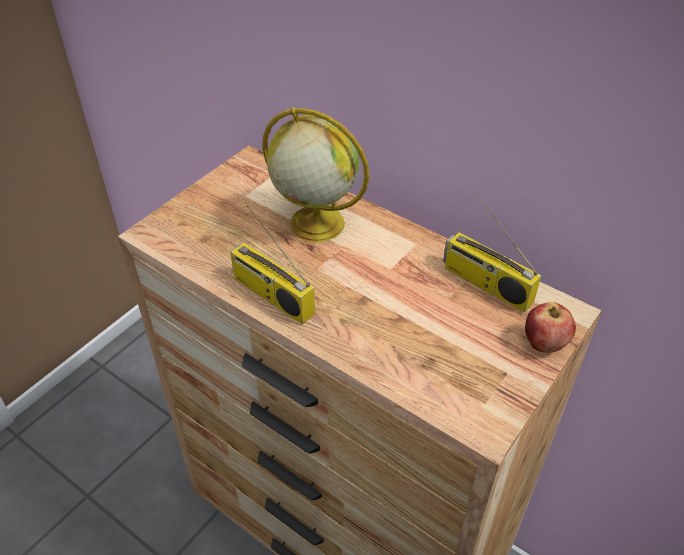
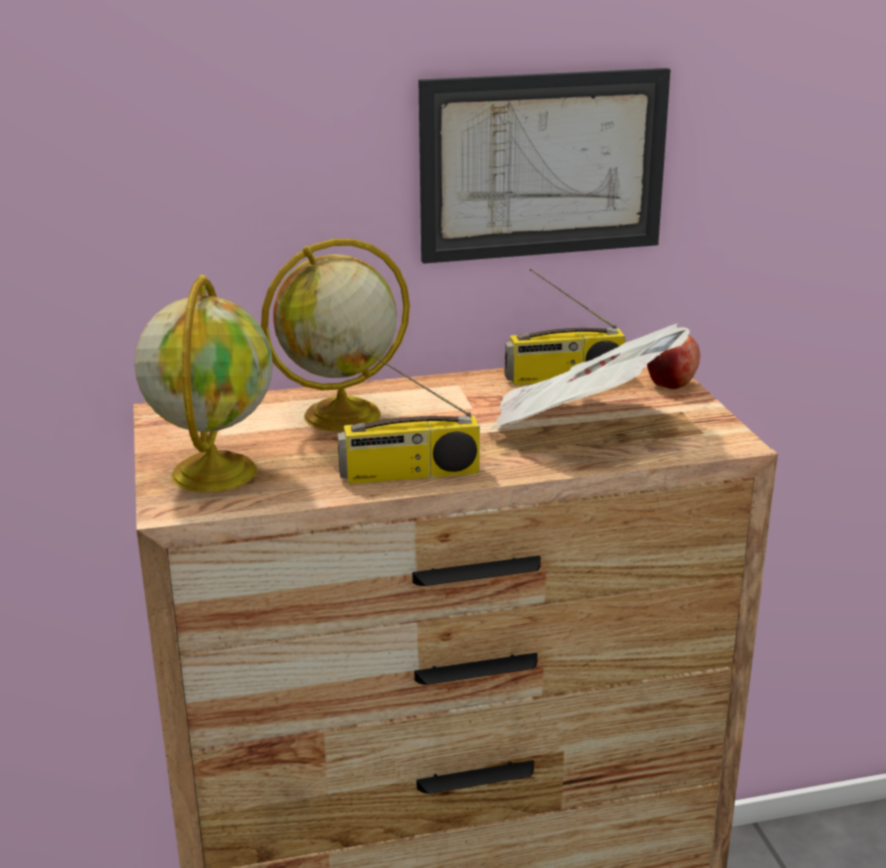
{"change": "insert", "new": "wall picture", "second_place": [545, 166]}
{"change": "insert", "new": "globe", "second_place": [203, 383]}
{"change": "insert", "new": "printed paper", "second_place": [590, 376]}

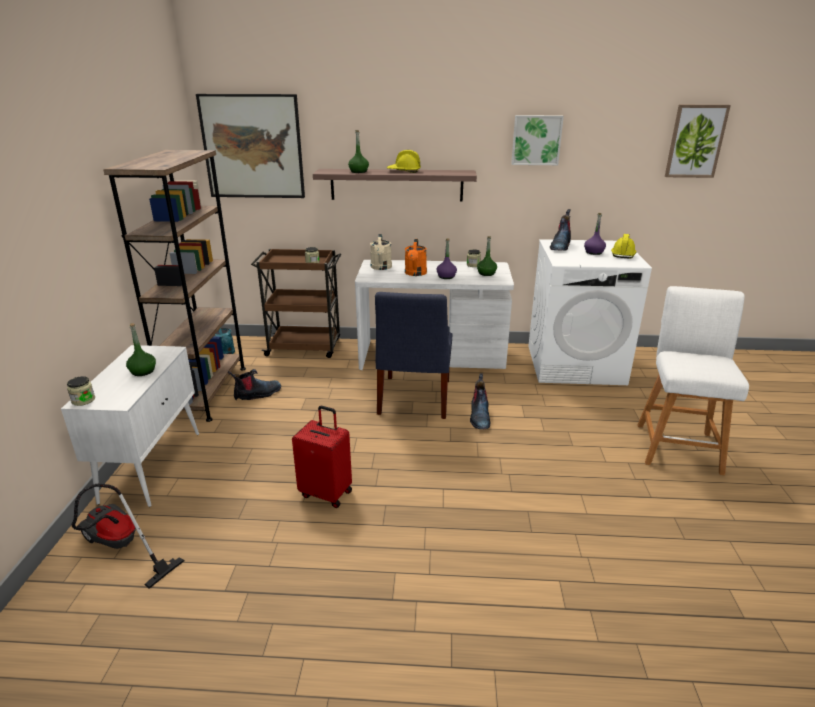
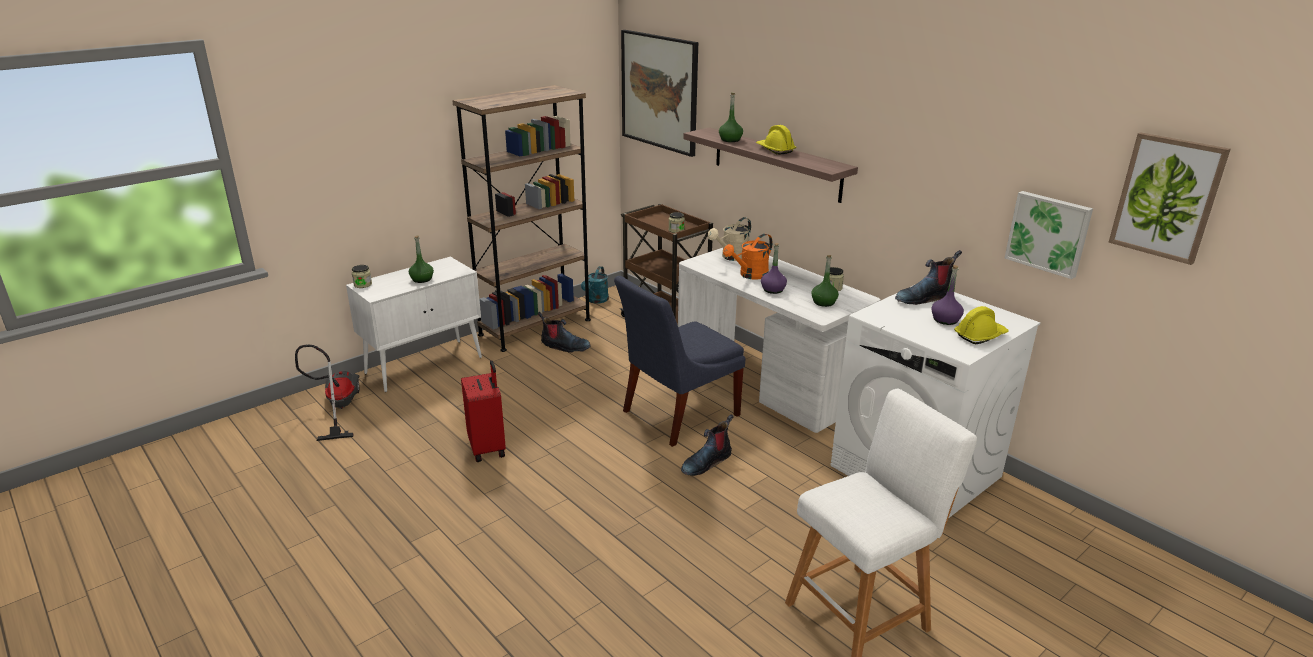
{"change": "move", "old": "wall picture", "first_place": [537, 140], "second_place": [1049, 235]}

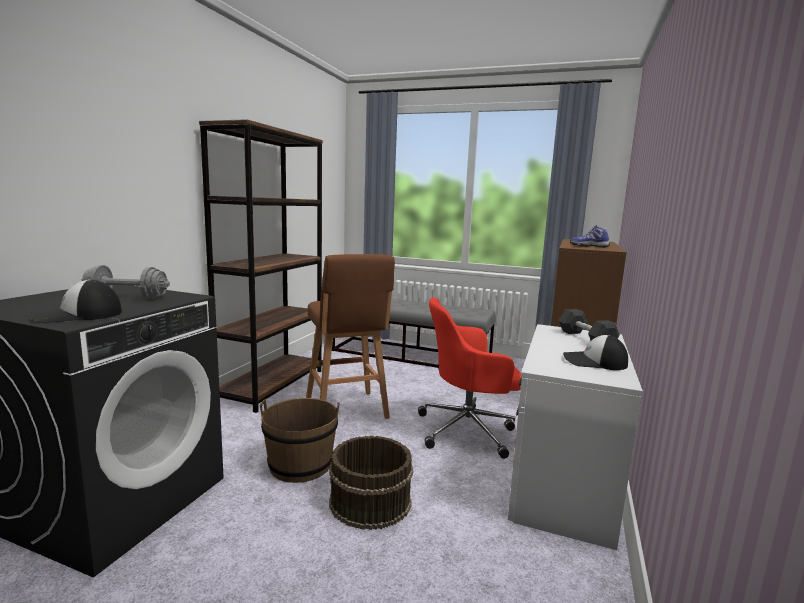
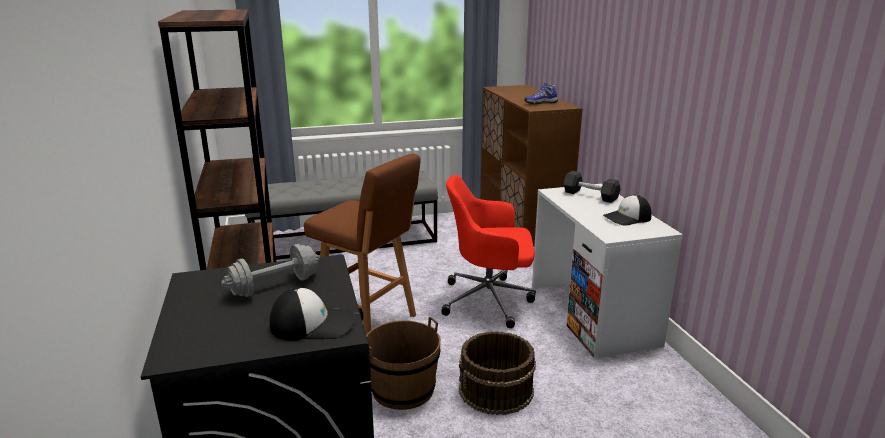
{"change": "rotate", "old": "peaked cap", "first_place": [76, 301], "second_place": [312, 314], "degrees": -120}
{"change": "rotate", "old": "red-coloured computer chair", "first_place": [469, 378], "second_place": [488, 251], "degrees": 45}

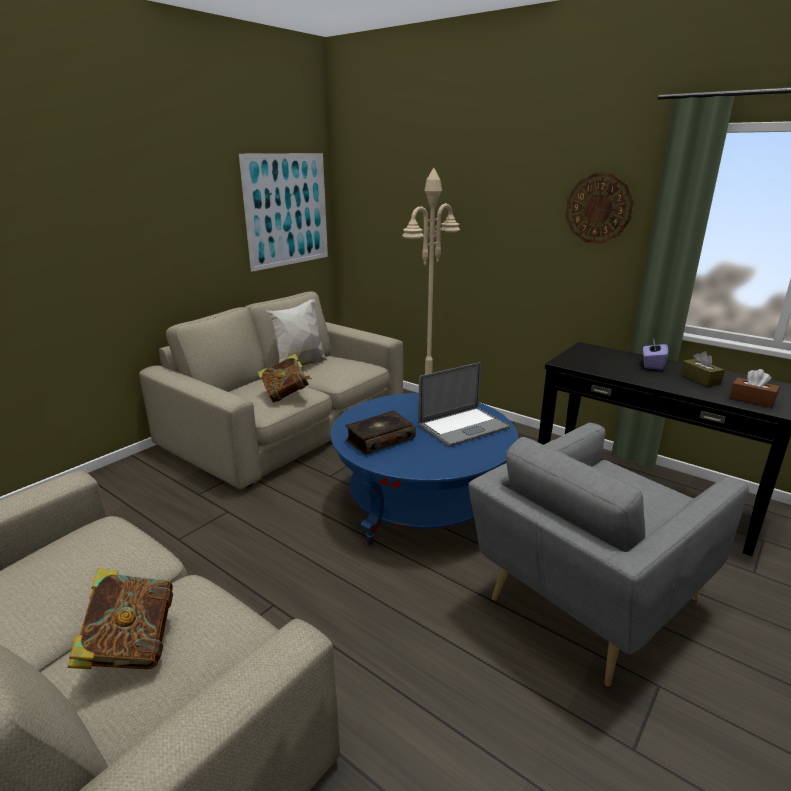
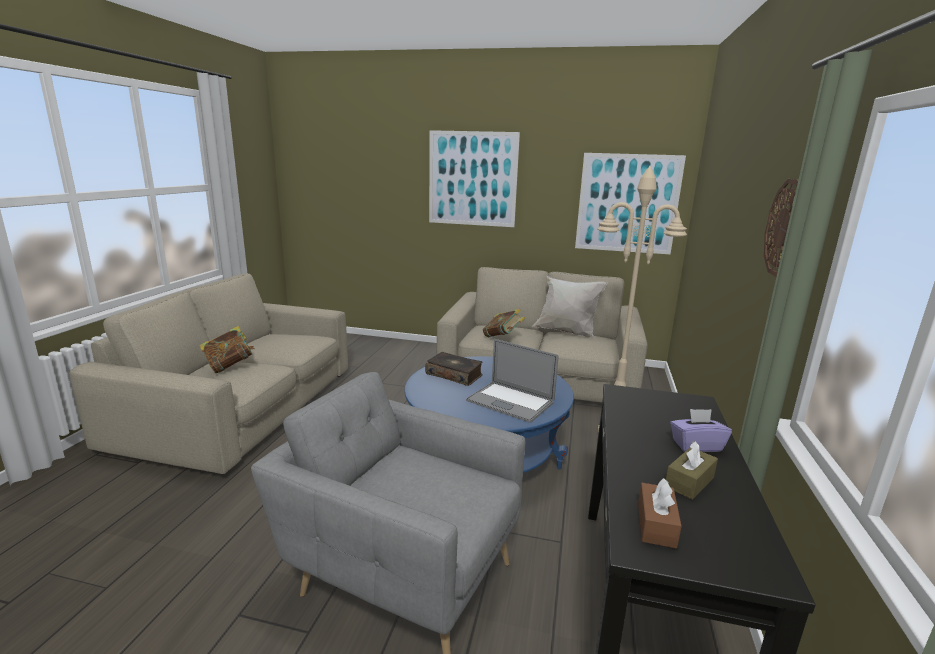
{"change": "insert", "new": "wall picture", "second_place": [474, 178]}

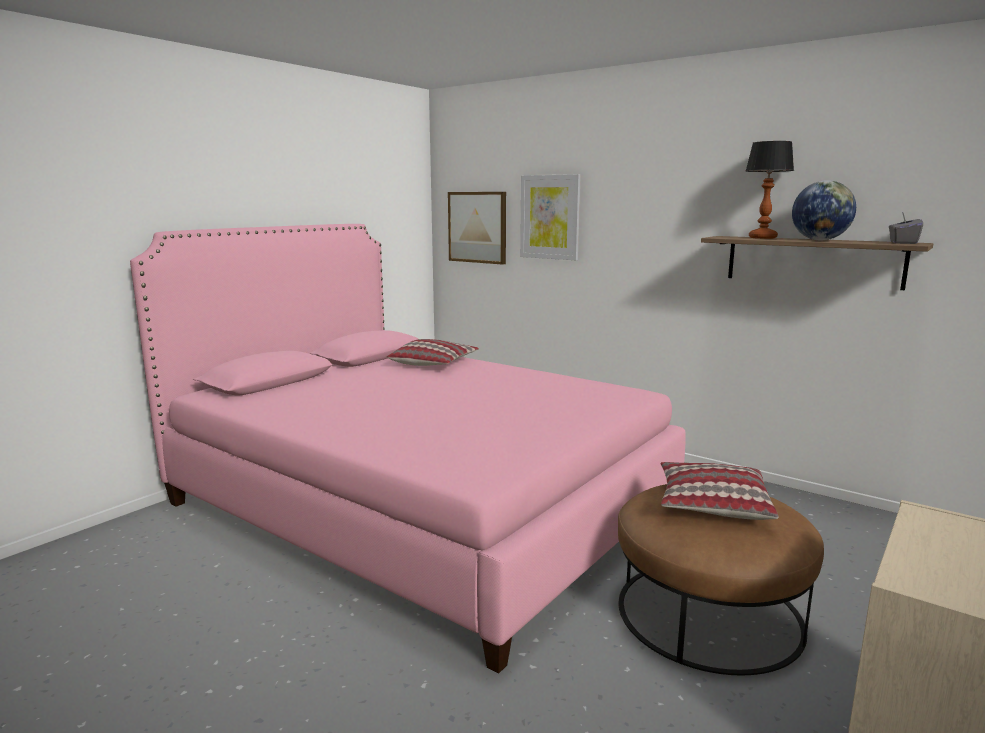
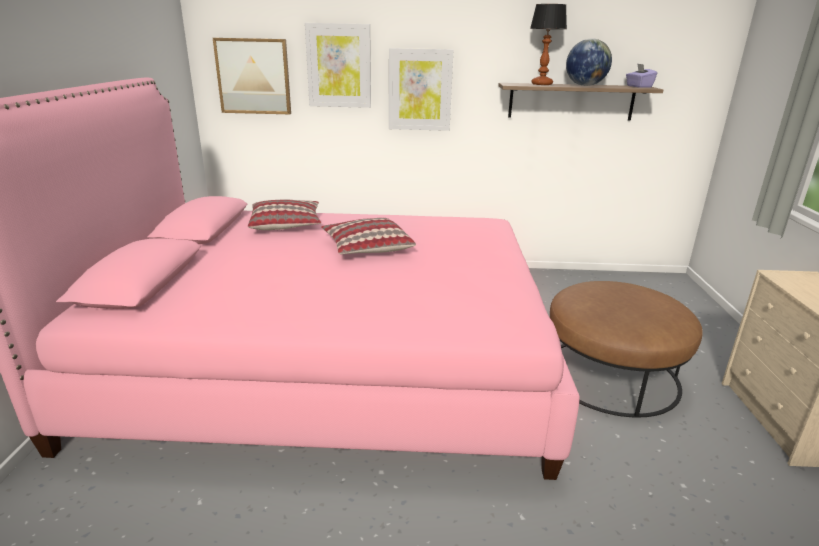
{"change": "recolor", "old": "greyish tissue box", "new": "purplish tissue box", "first_place": [906, 228], "second_place": [641, 75]}
{"change": "move", "old": "cushion", "first_place": [719, 491], "second_place": [368, 236]}
{"change": "insert", "new": "wall picture", "second_place": [421, 89]}

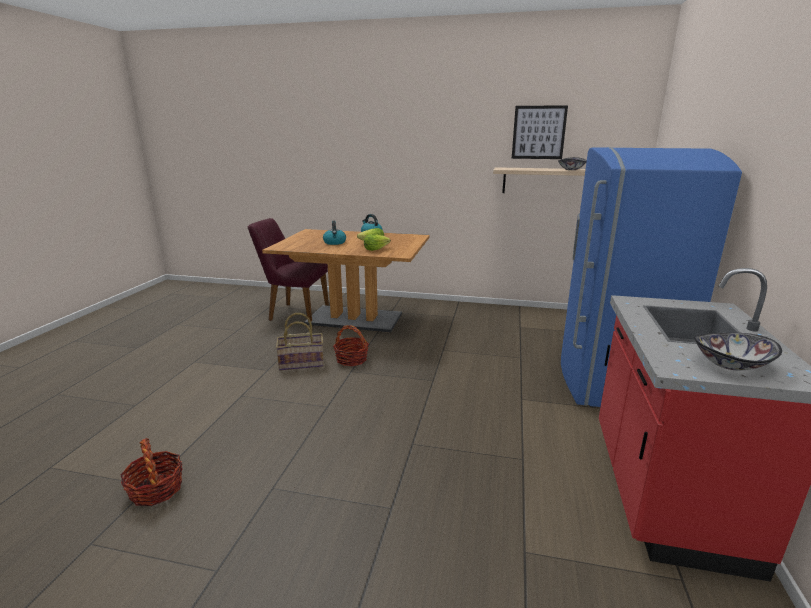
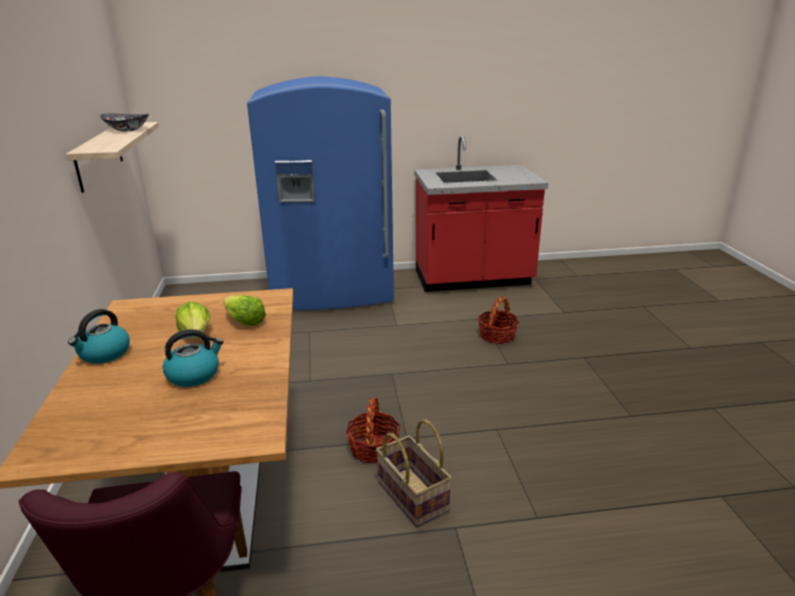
{"change": "delete", "old": "wall picture", "first_place": [540, 132]}
{"change": "delete", "old": "serving bowl", "first_place": [738, 351]}
{"change": "move", "old": "basket", "first_place": [151, 472], "second_place": [498, 320]}

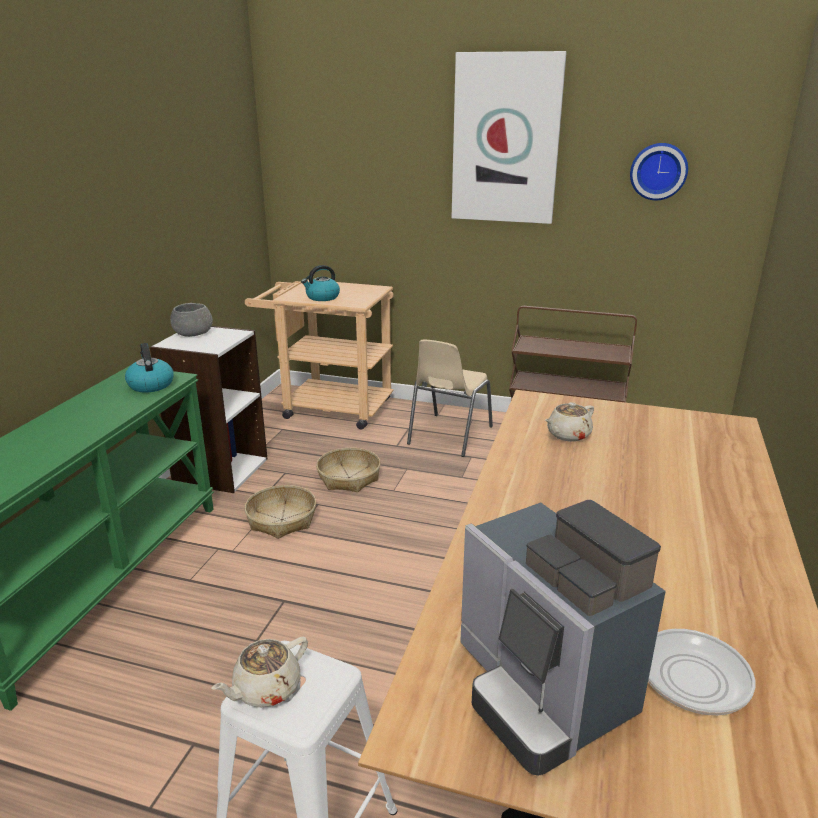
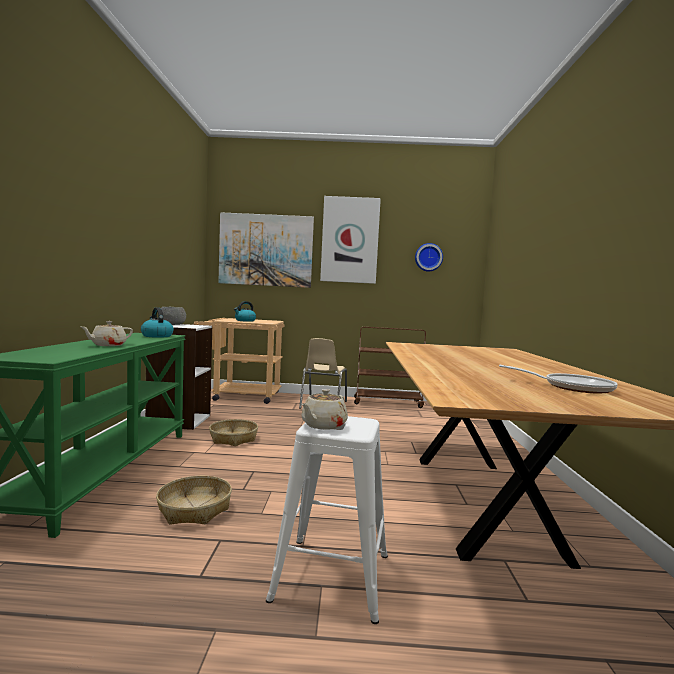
{"change": "move", "old": "beige-coloured pot for tea", "first_place": [569, 422], "second_place": [107, 333]}
{"change": "move", "old": "basket", "first_place": [348, 470], "second_place": [194, 500]}
{"change": "delete", "old": "coffee brewer", "first_place": [563, 638]}
{"change": "insert", "new": "wall picture", "second_place": [266, 250]}

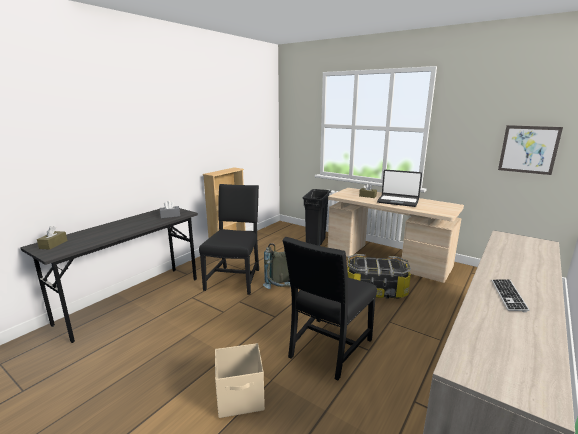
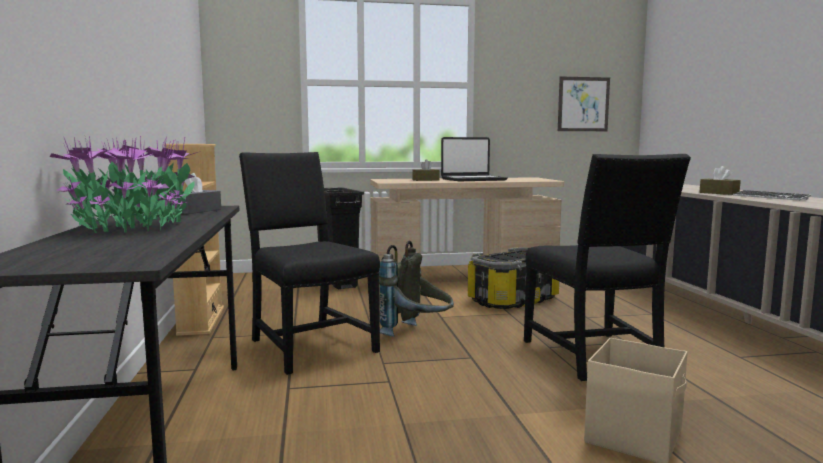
{"change": "move", "old": "brown-coloured tissue box", "first_place": [52, 238], "second_place": [720, 180]}
{"change": "insert", "new": "potted plant", "second_place": [123, 184]}

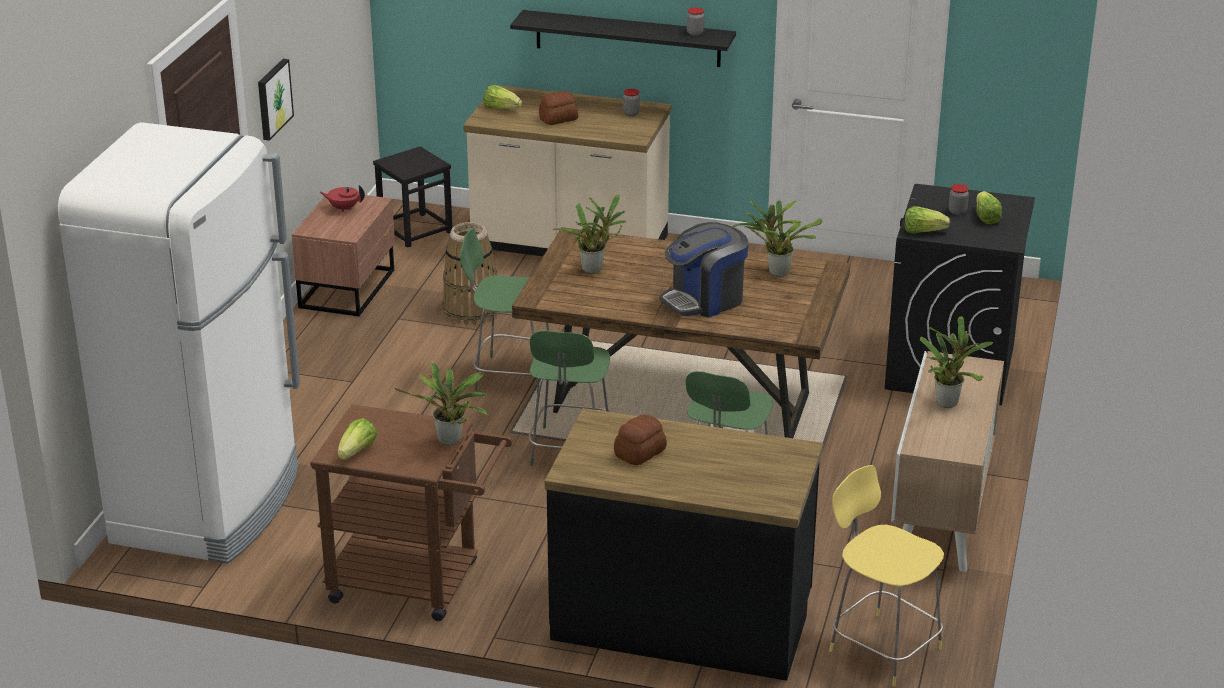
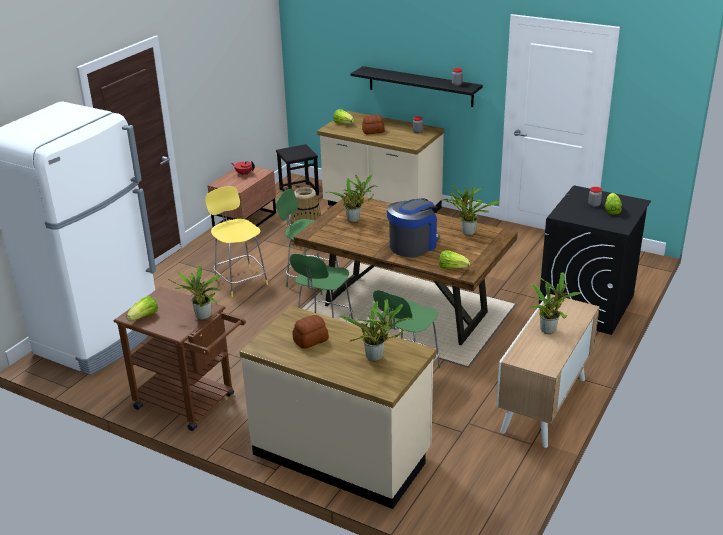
{"change": "delete", "old": "wall picture", "first_place": [276, 100]}
{"change": "move", "old": "head of lettuce", "first_place": [927, 220], "second_place": [454, 259]}
{"change": "rotate", "old": "coffee brewer", "first_place": [704, 270], "second_place": [413, 227], "degrees": 150}
{"change": "recolor", "old": "black-coloured kitchen counter", "new": "beige-coloured kitchen counter", "first_place": [684, 544], "second_place": [338, 407]}
{"change": "move", "old": "yellowish stool seat", "first_place": [886, 575], "second_place": [236, 241]}
{"change": "insert", "new": "potted plant", "second_place": [374, 330]}

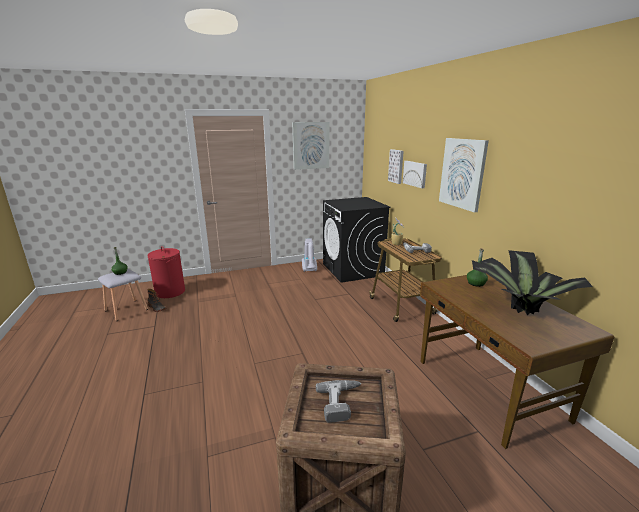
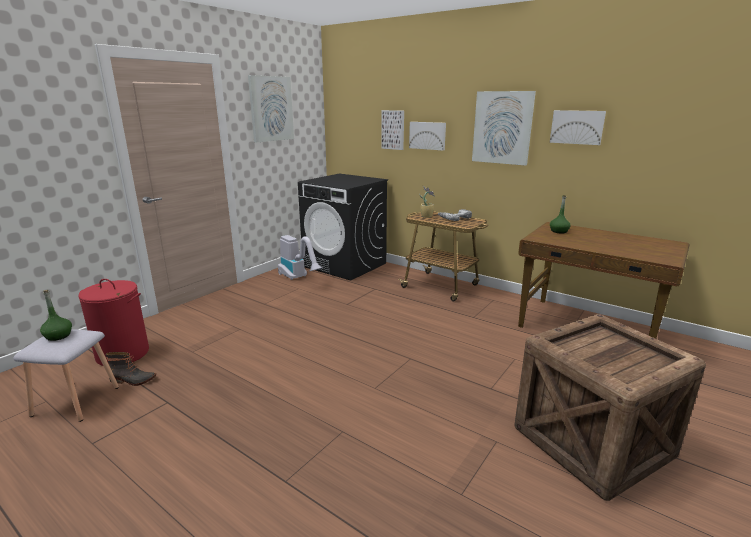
{"change": "delete", "old": "potted plant", "first_place": [532, 282]}
{"change": "delete", "old": "electric drill", "first_place": [338, 401]}
{"change": "insert", "new": "wall picture", "second_place": [578, 127]}

